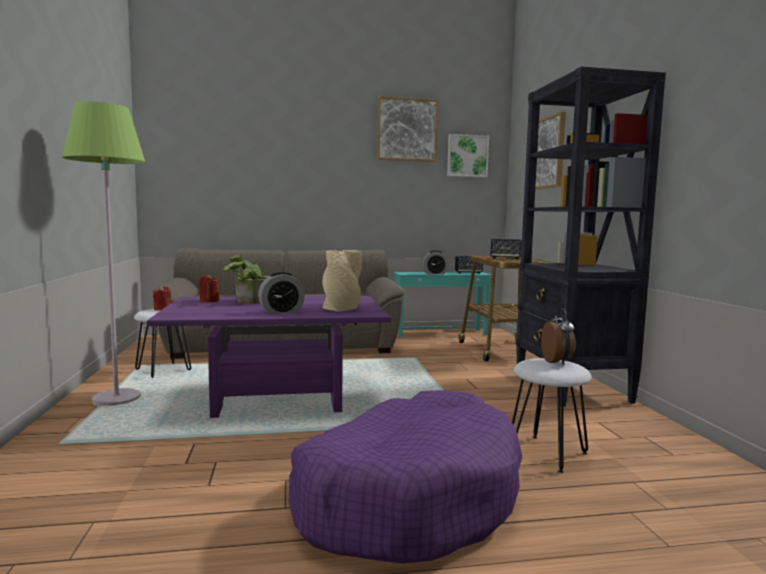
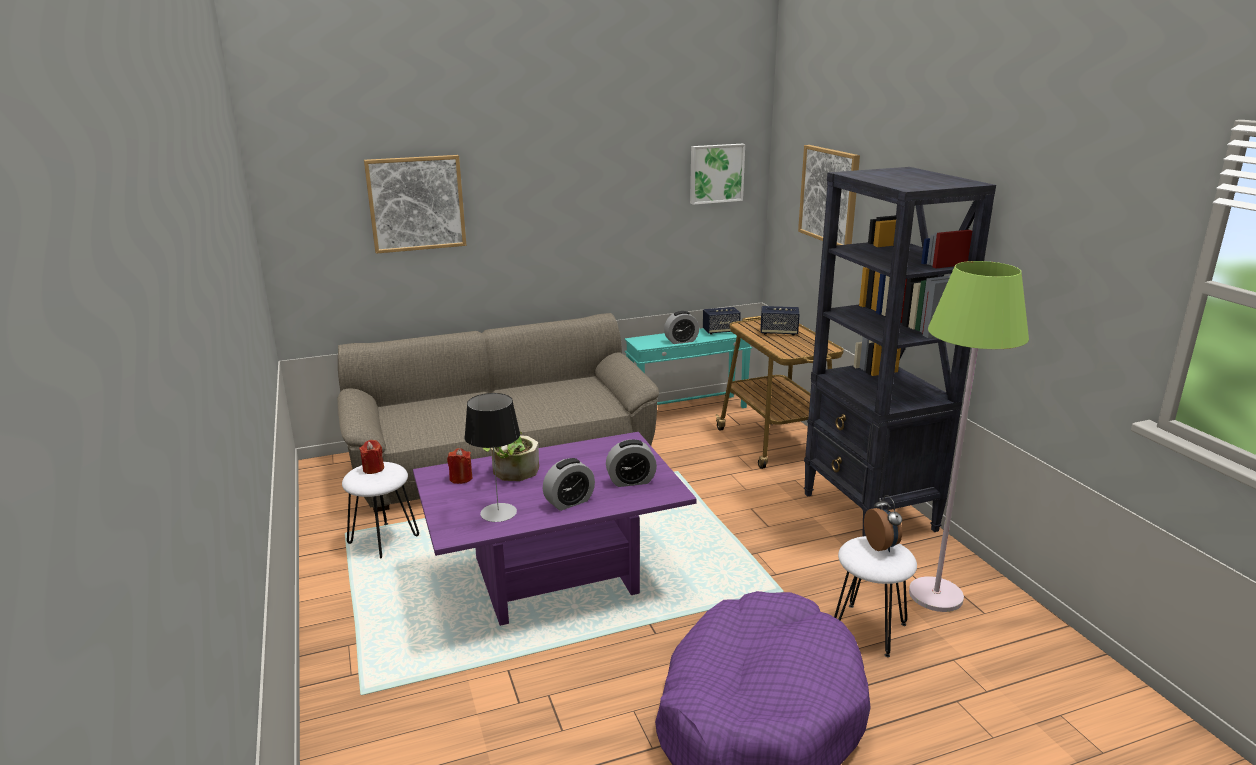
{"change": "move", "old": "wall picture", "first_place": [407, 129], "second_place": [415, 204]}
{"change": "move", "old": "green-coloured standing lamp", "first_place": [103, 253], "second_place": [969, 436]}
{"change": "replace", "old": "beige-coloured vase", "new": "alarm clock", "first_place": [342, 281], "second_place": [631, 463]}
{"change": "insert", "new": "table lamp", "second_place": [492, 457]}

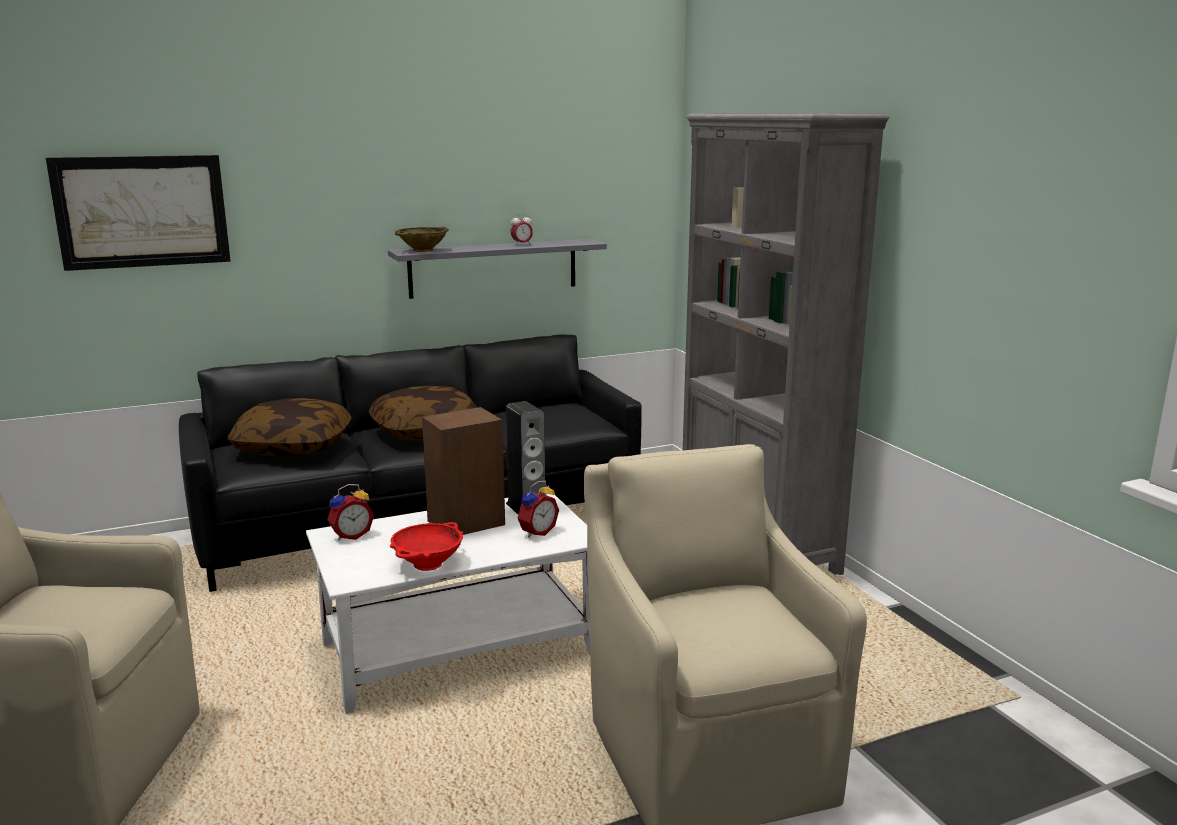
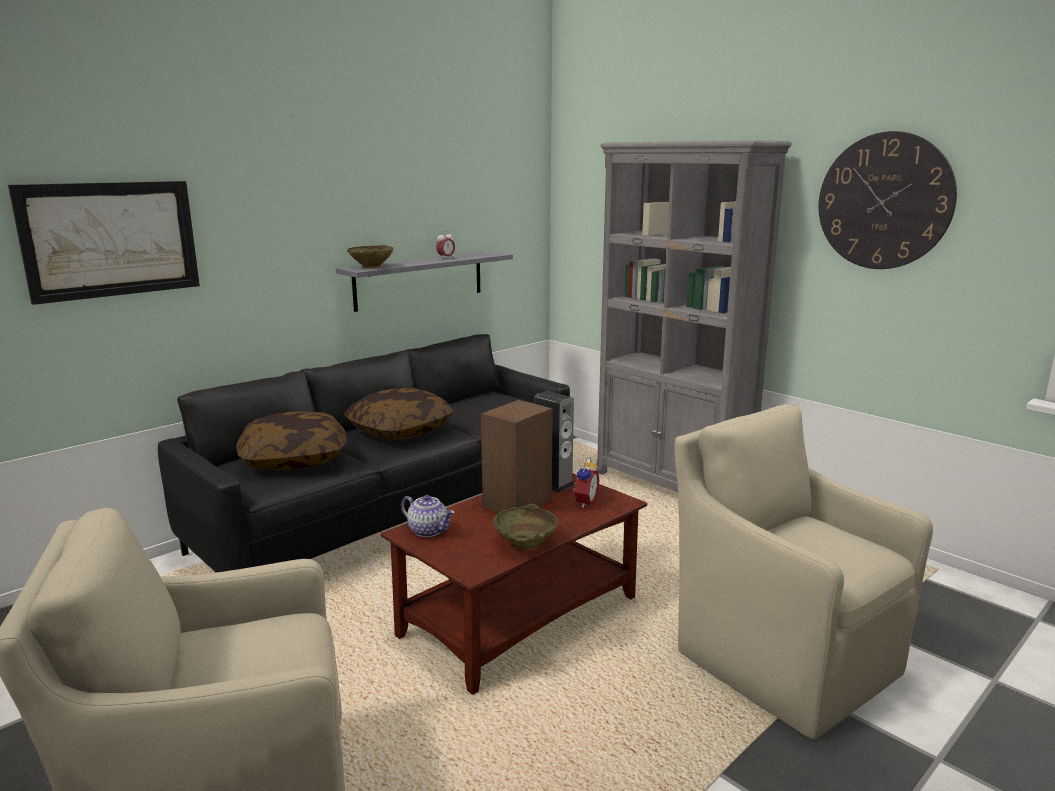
{"change": "replace", "old": "alarm clock", "new": "pot for tea", "first_place": [350, 512], "second_place": [428, 516]}
{"change": "recolor", "old": "whitish low table", "new": "brown-coloured low table", "first_place": [448, 603], "second_place": [514, 584]}
{"change": "recolor", "old": "red-coloured serving bowl", "new": "beige-coloured serving bowl", "first_place": [427, 546], "second_place": [525, 527]}
{"change": "insert", "new": "clock on the wall", "second_place": [888, 200]}

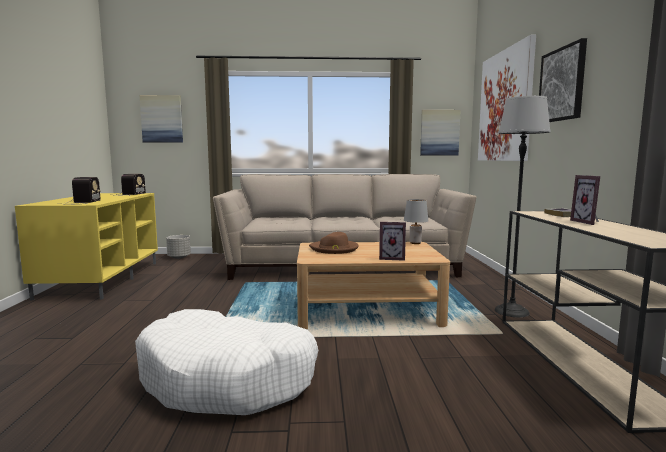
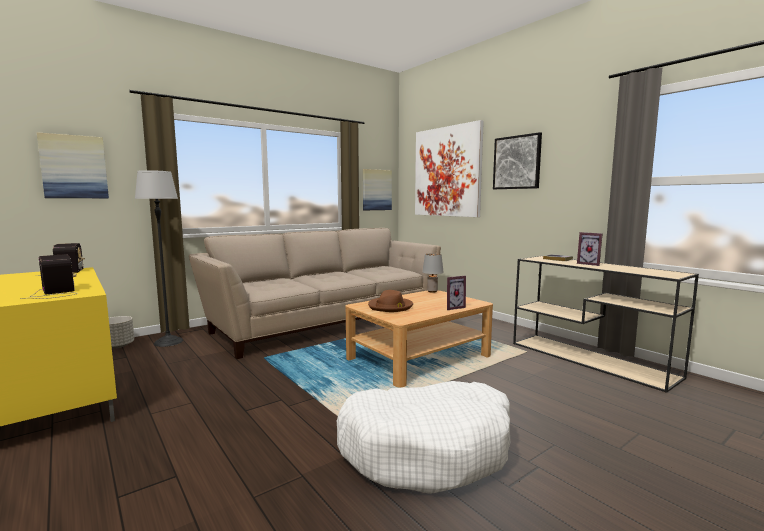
{"change": "move", "old": "standing lamp", "first_place": [523, 206], "second_place": [159, 258]}

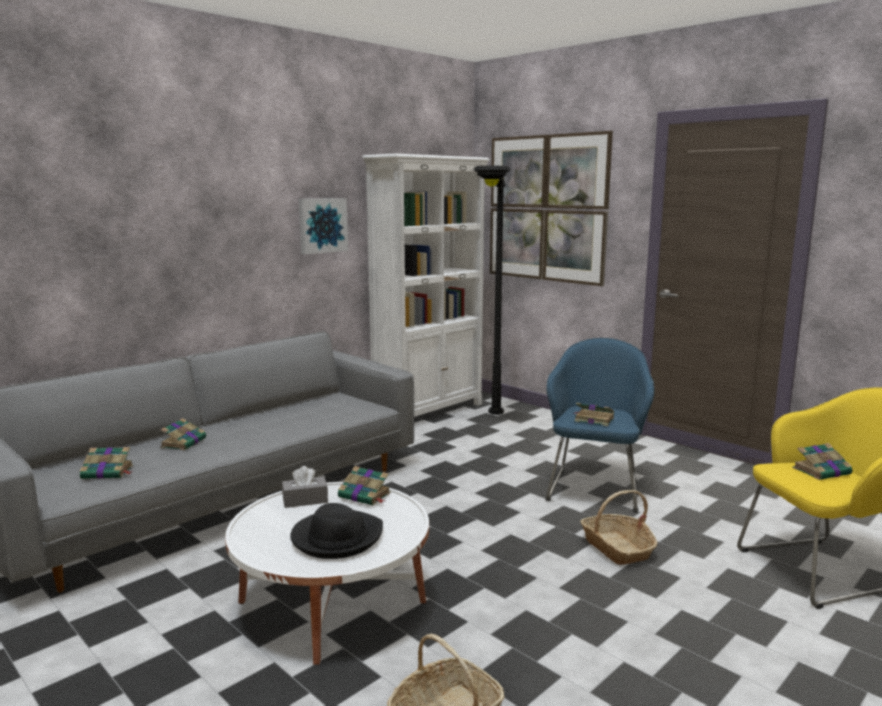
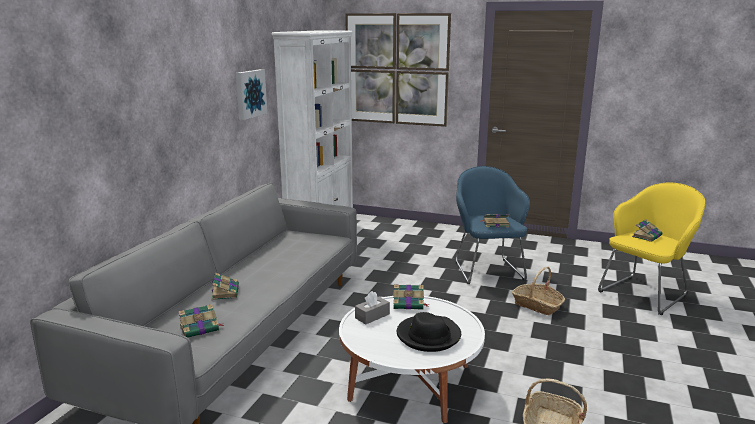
{"change": "delete", "old": "black-coloured standing lamp", "first_place": [492, 290]}

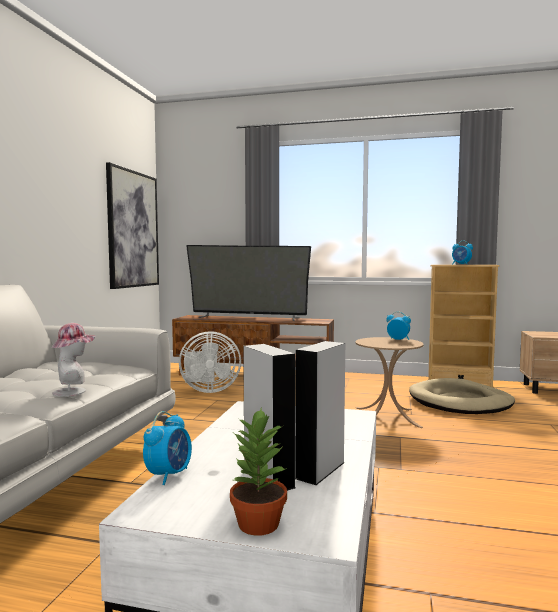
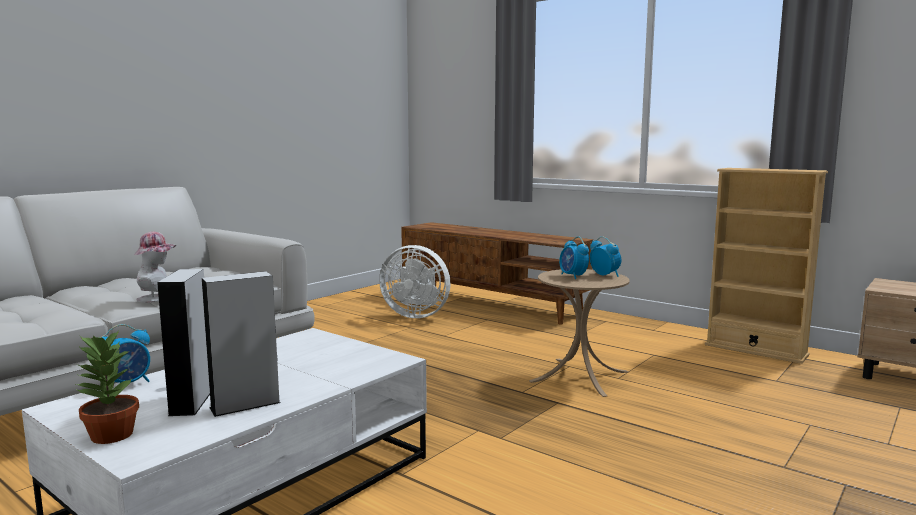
{"change": "delete", "old": "wall picture", "first_place": [132, 225]}
{"change": "move", "old": "alarm clock", "first_place": [462, 252], "second_place": [574, 258]}
{"change": "delete", "old": "TV", "first_place": [248, 283]}
{"change": "delete", "old": "beige-coloured dog bed", "first_place": [462, 396]}

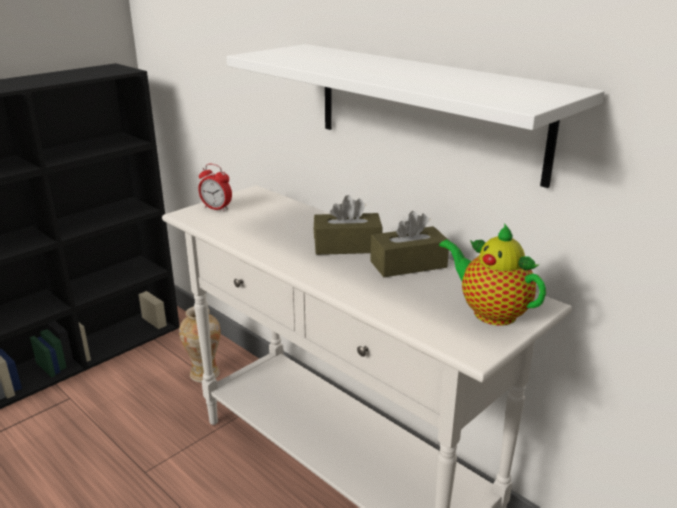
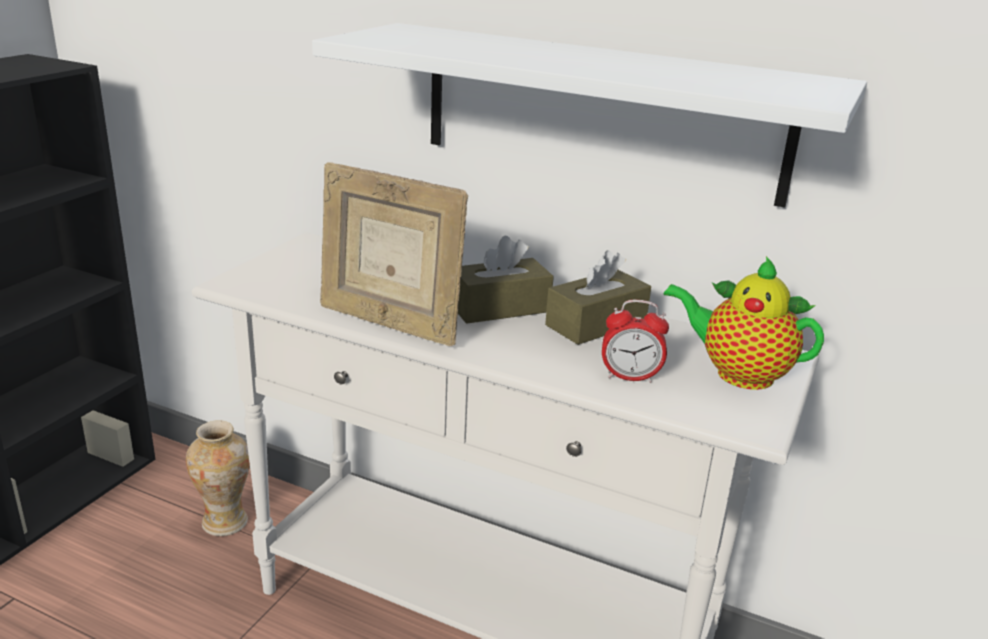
{"change": "move", "old": "alarm clock", "first_place": [215, 187], "second_place": [635, 341]}
{"change": "insert", "new": "picture frame", "second_place": [394, 254]}

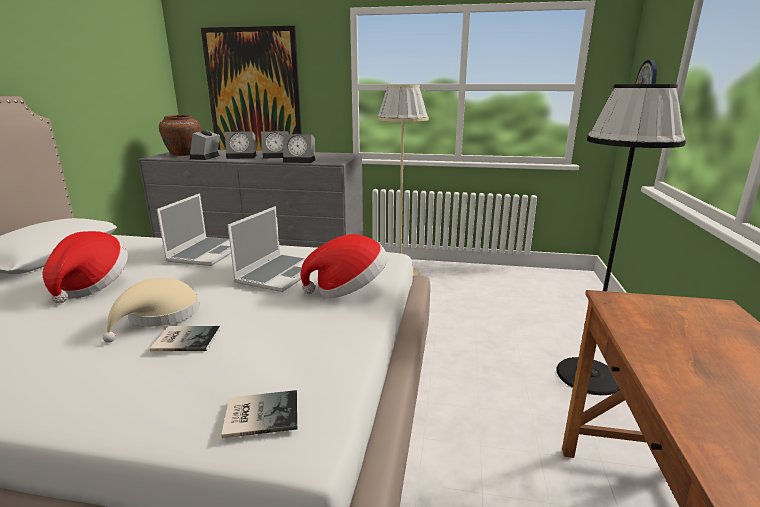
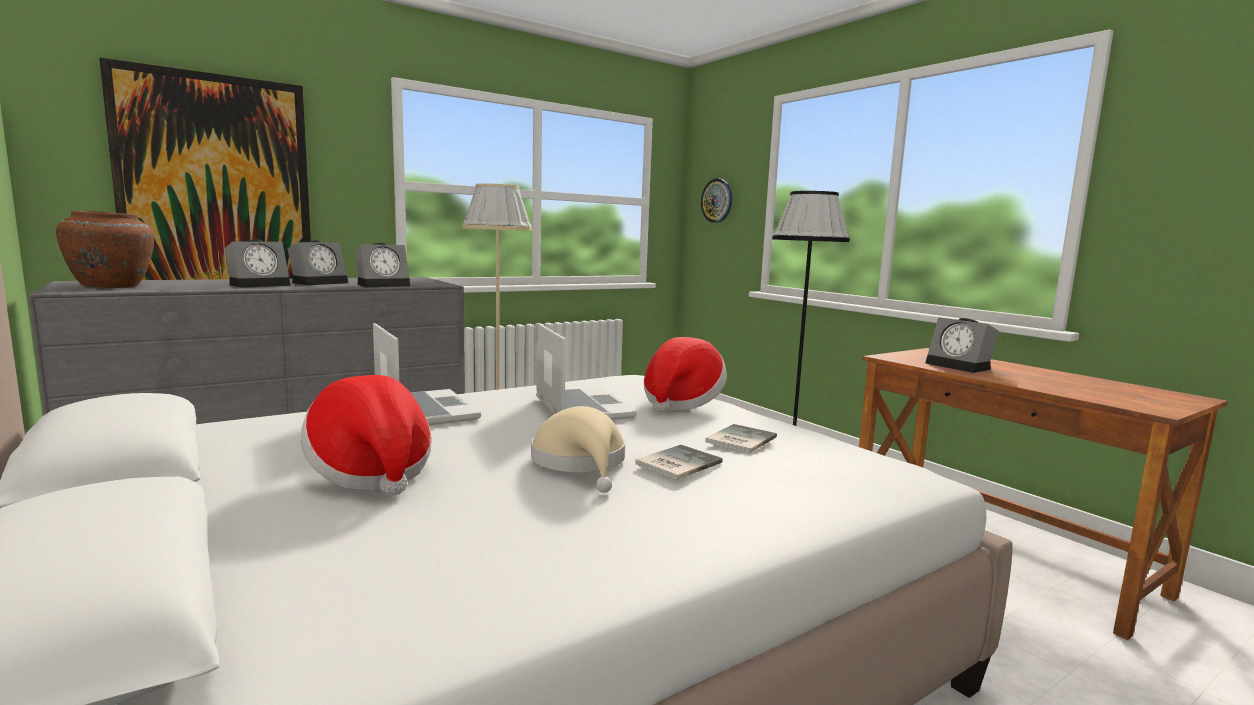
{"change": "move", "old": "alarm clock", "first_place": [205, 145], "second_place": [962, 345]}
{"change": "move", "old": "book", "first_place": [259, 414], "second_place": [741, 438]}

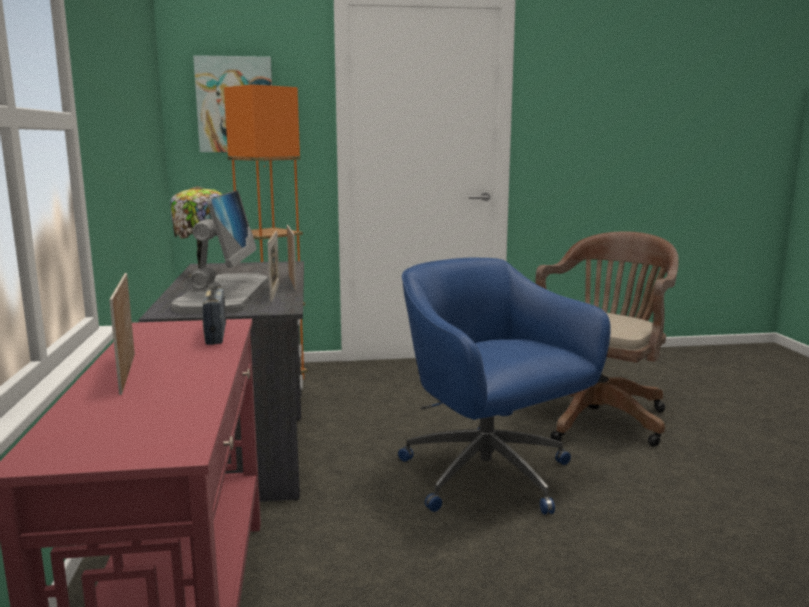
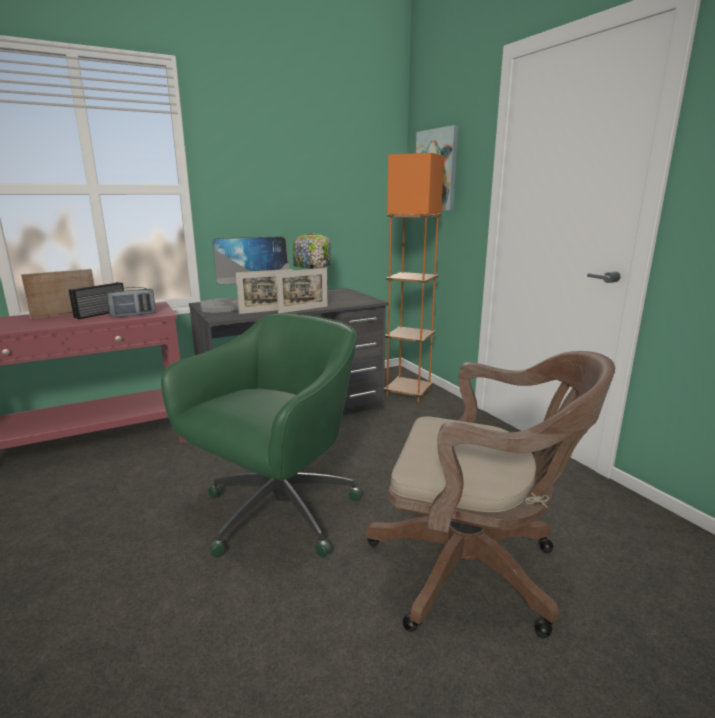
{"change": "recolor", "old": "blue computer chair", "new": "green-coloured computer chair", "first_place": [504, 385], "second_place": [261, 435]}
{"change": "insert", "new": "radio receiver", "second_place": [96, 300]}

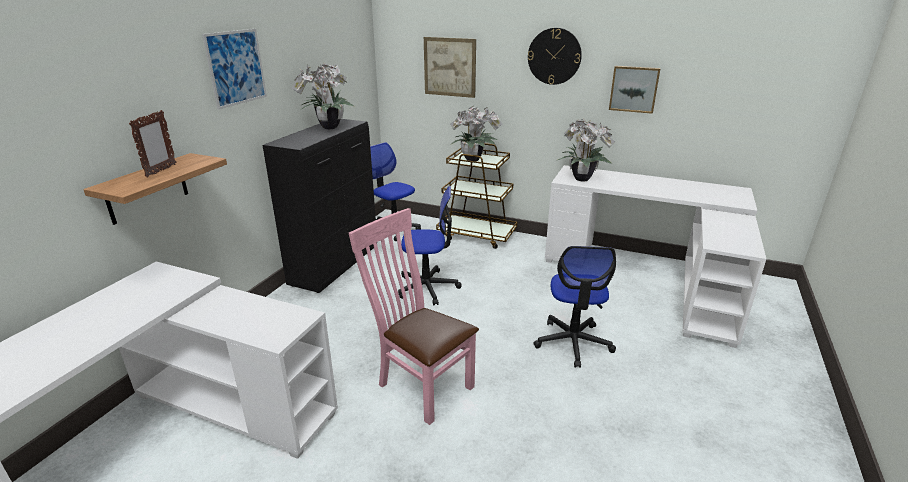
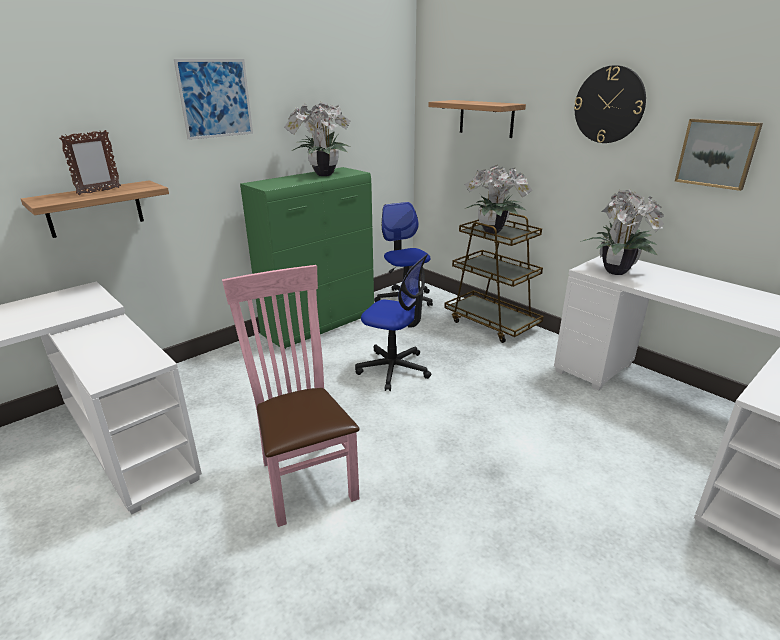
{"change": "replace", "old": "wall picture", "new": "bracket shelf", "first_place": [450, 67], "second_place": [477, 119]}
{"change": "recolor", "old": "black-coloured storage cabinet", "new": "green-coloured storage cabinet", "first_place": [319, 206], "second_place": [307, 258]}
{"change": "delete", "old": "computer chair", "first_place": [574, 307]}

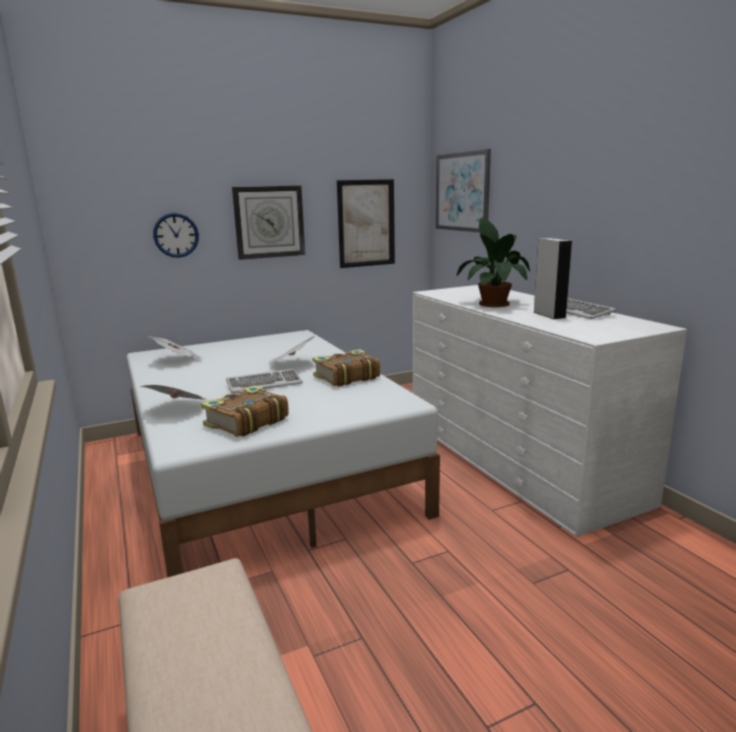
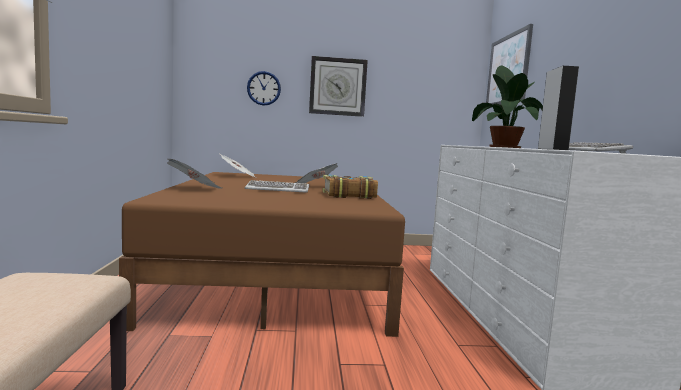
{"change": "delete", "old": "wall picture", "first_place": [366, 223]}
{"change": "recolor", "old": "whitish bed", "new": "brown-coloured bed", "first_place": [283, 453], "second_place": [262, 254]}
{"change": "delete", "old": "book", "first_place": [245, 411]}

